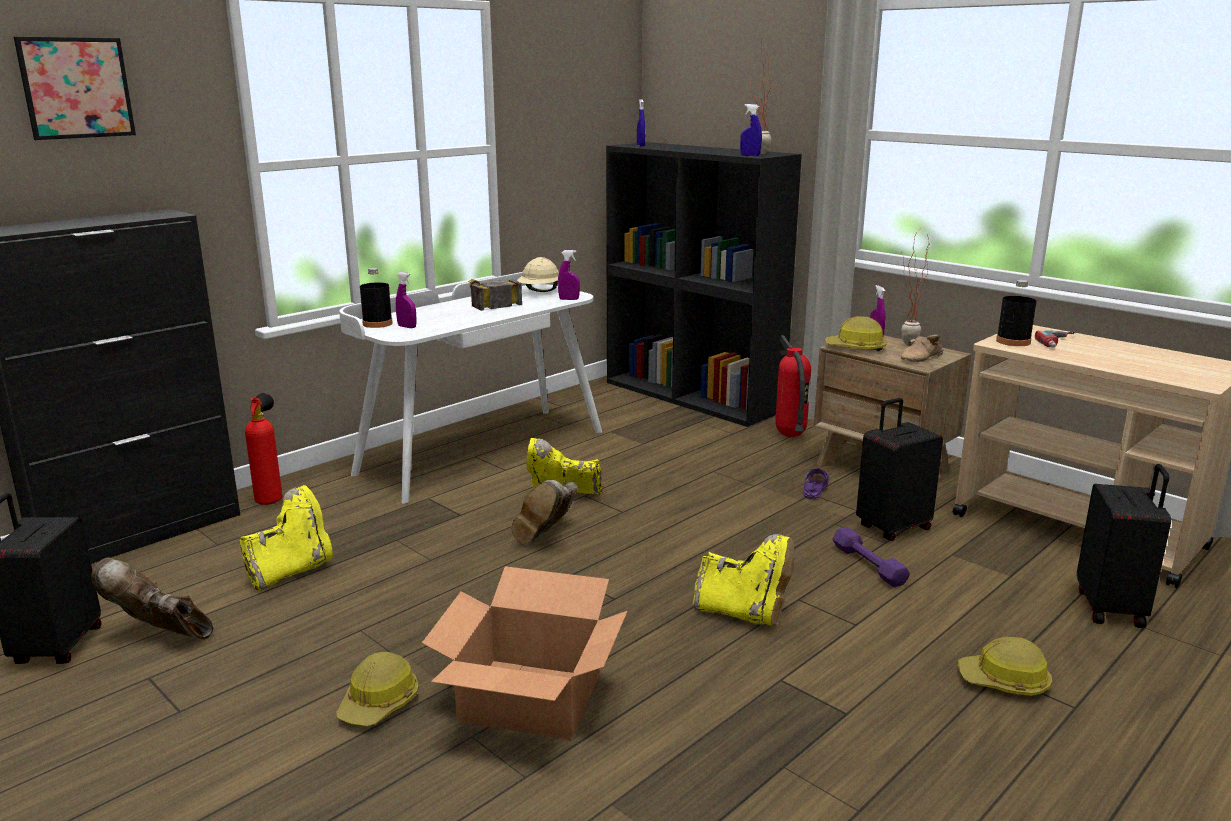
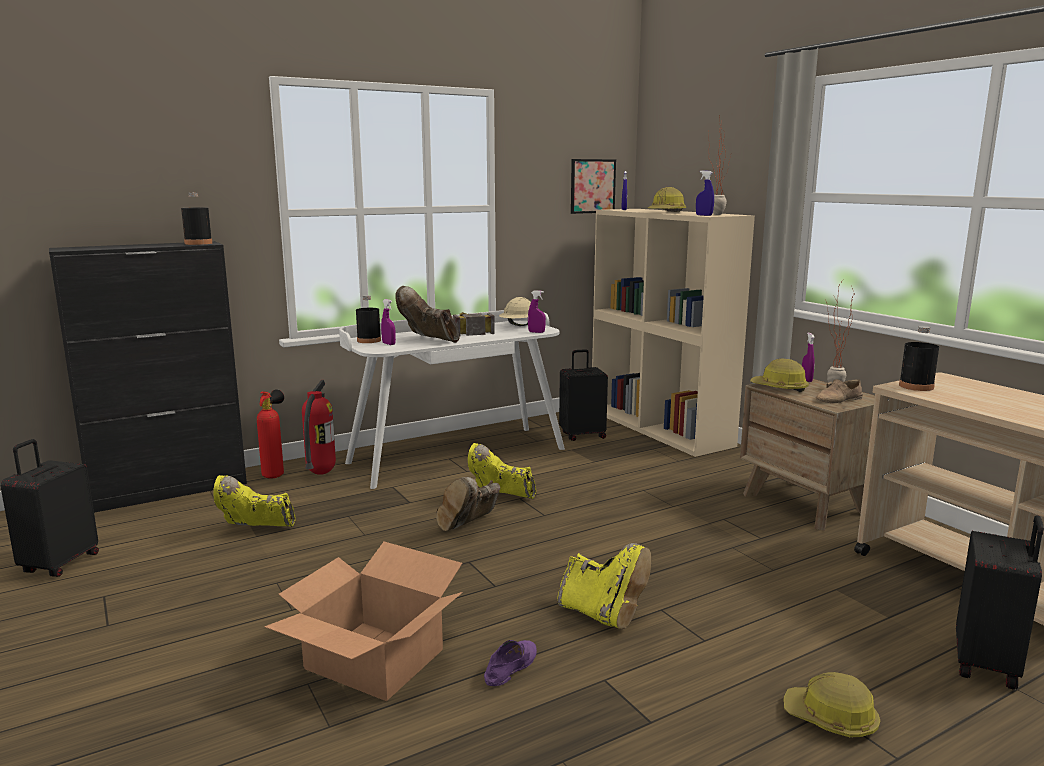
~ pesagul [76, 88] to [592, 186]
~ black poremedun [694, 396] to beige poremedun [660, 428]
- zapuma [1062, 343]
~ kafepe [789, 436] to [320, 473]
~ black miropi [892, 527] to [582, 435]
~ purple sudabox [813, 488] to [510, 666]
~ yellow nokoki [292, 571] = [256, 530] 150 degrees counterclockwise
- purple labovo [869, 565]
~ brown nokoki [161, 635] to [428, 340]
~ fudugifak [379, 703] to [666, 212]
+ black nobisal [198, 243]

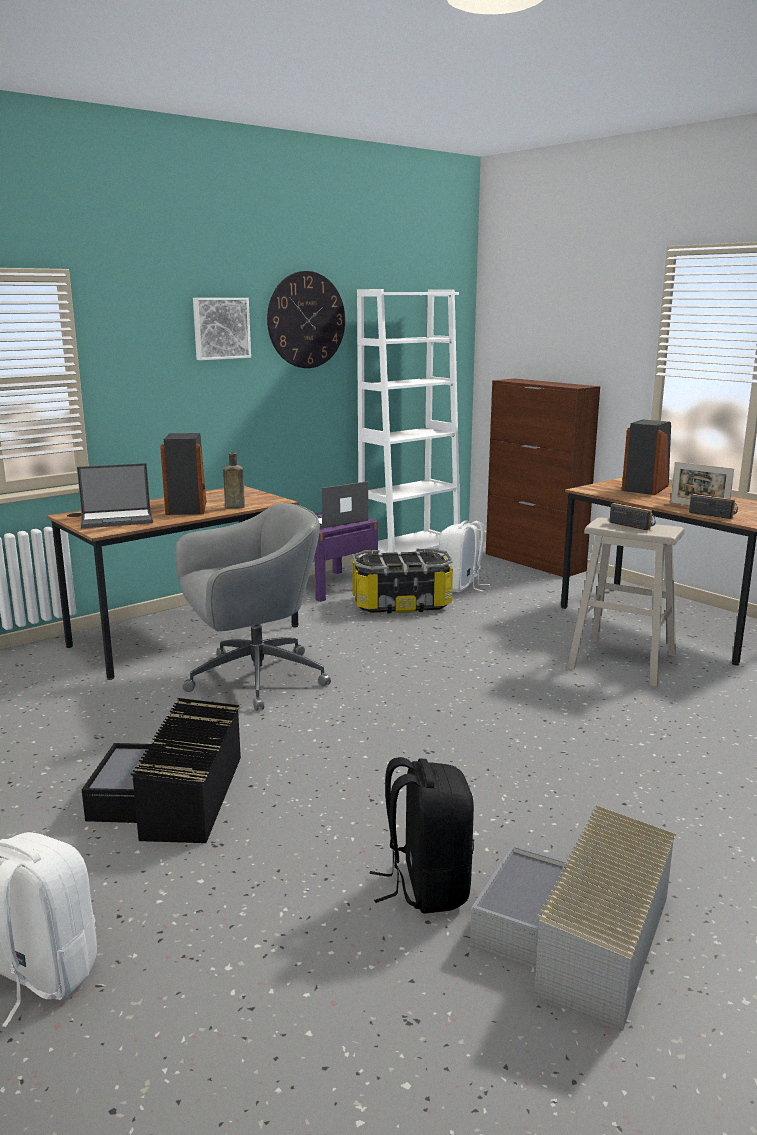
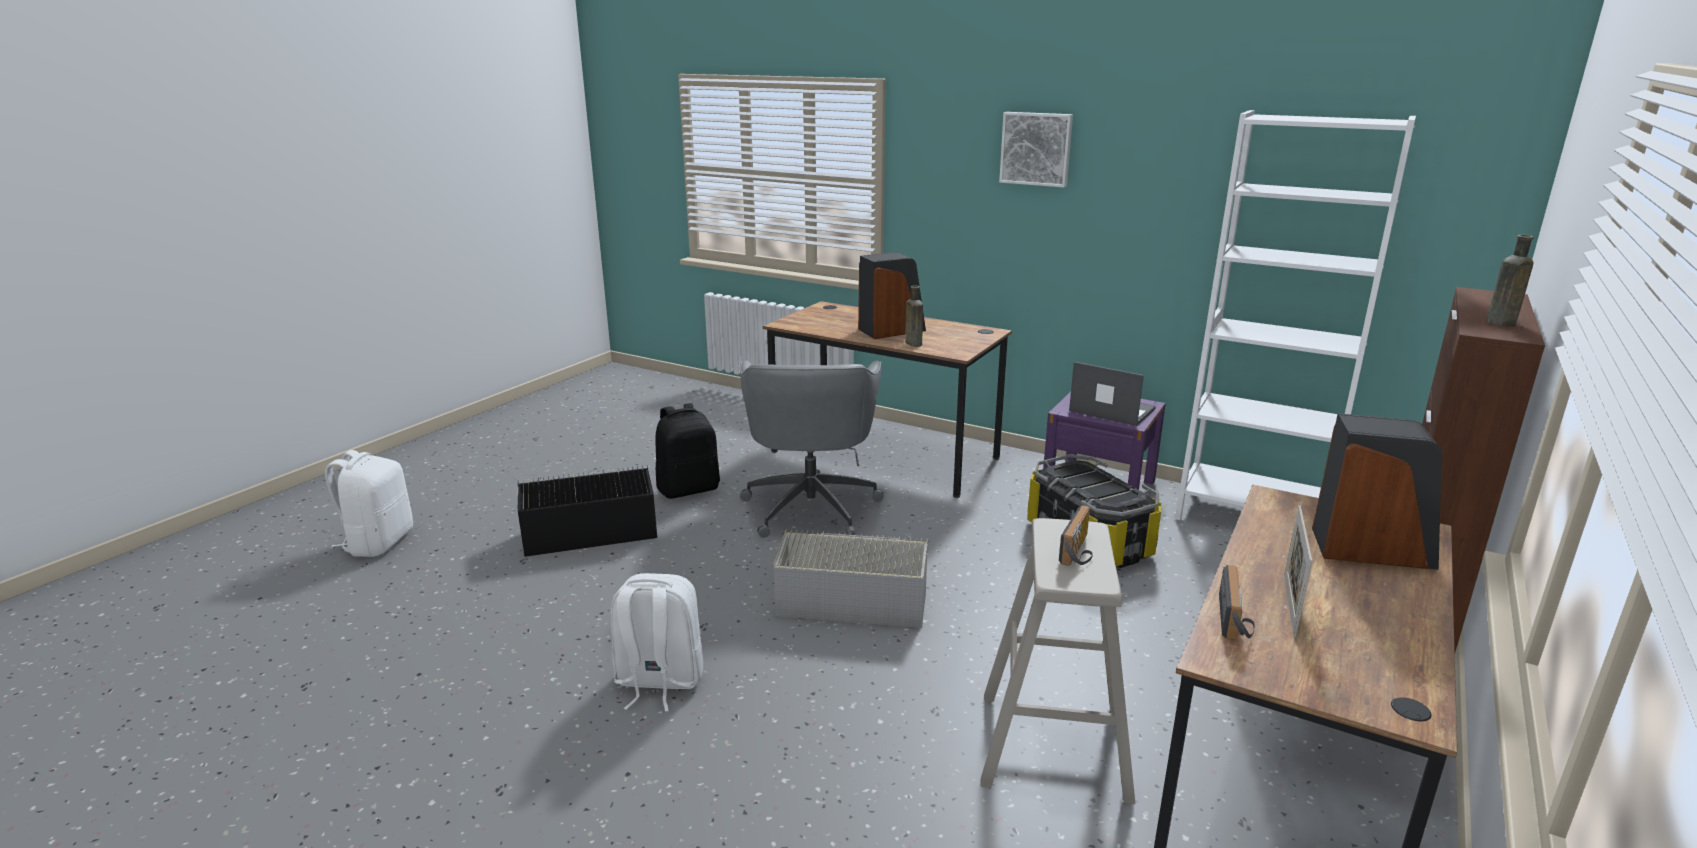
- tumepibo [306, 320]
- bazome [118, 519]
~ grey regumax [253, 679] = [811, 506] 45 degrees clockwise
~ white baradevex [460, 586] to [658, 681]
~ black baradevex [426, 886] to [689, 489]
~ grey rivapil [579, 938] to [851, 595]
+ brown nobisal [1499, 322]

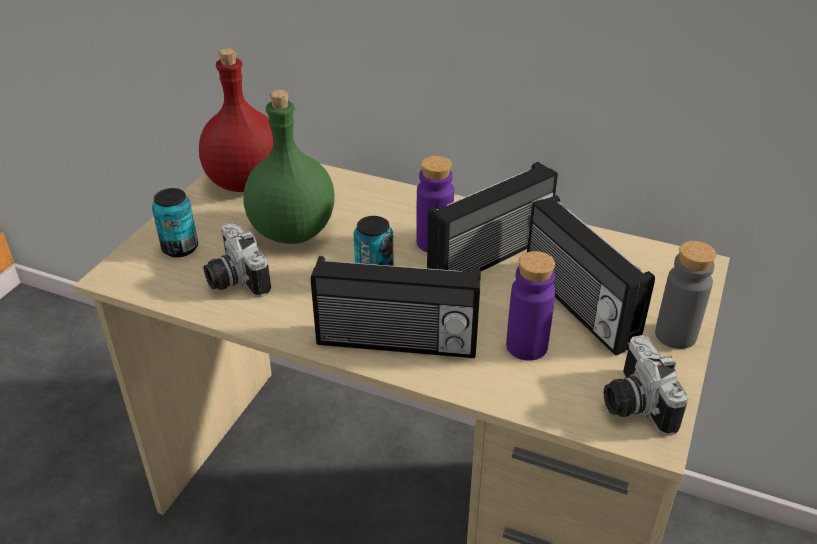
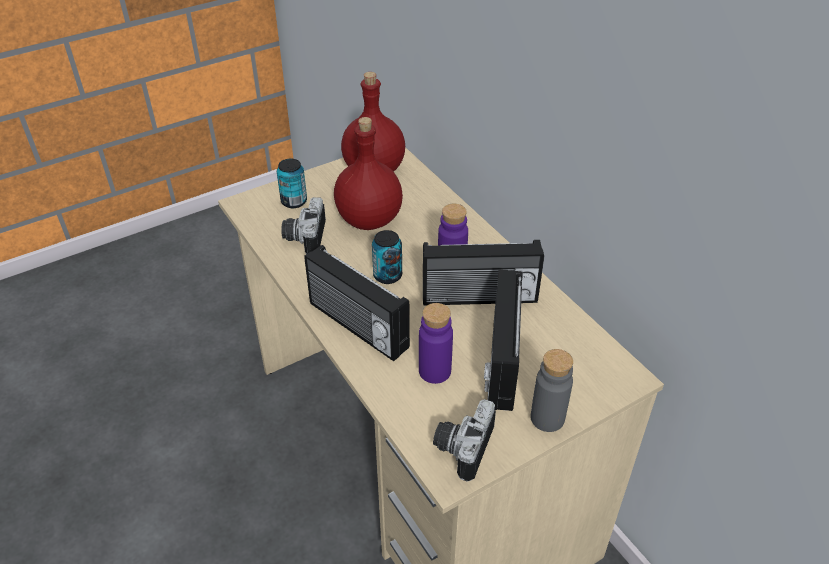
~ green nobisal [294, 231] to red nobisal [370, 219]

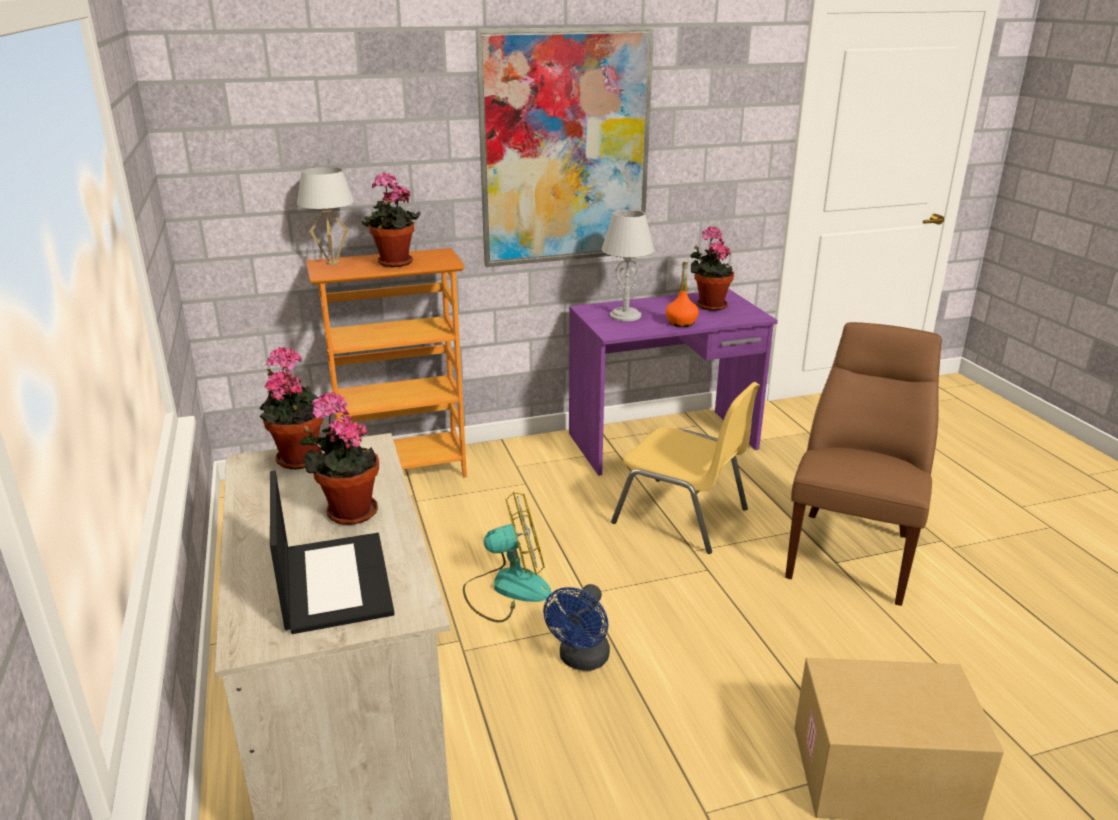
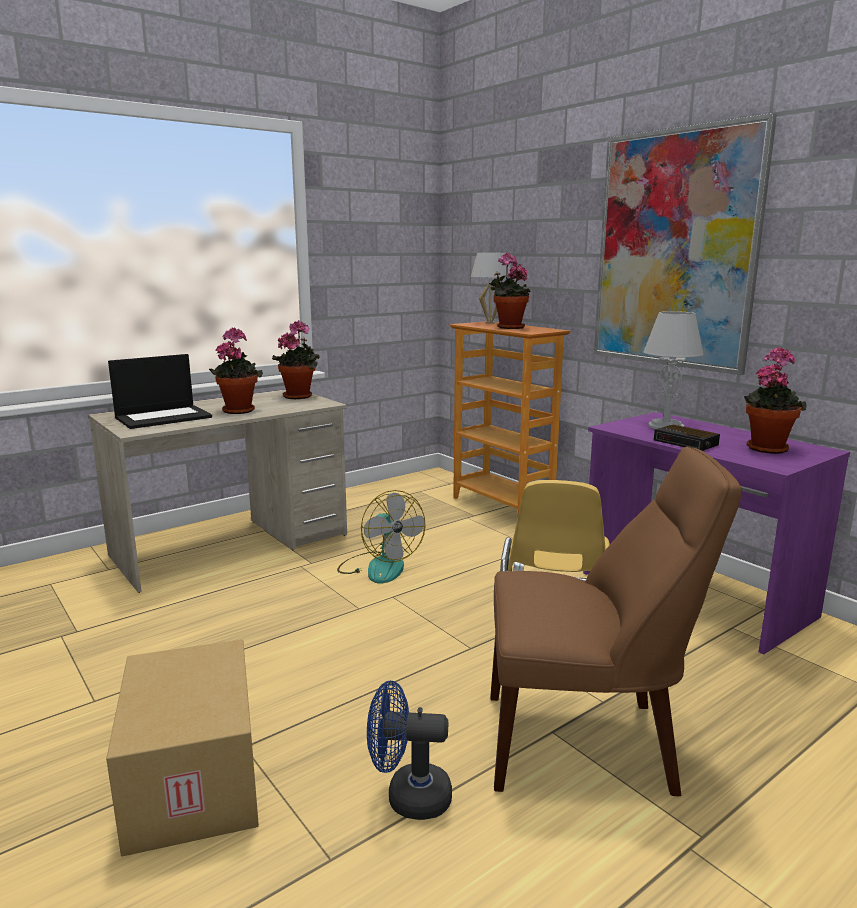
~ orange nobisal [681, 322] to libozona [687, 443]
~ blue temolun [581, 660] to [408, 797]

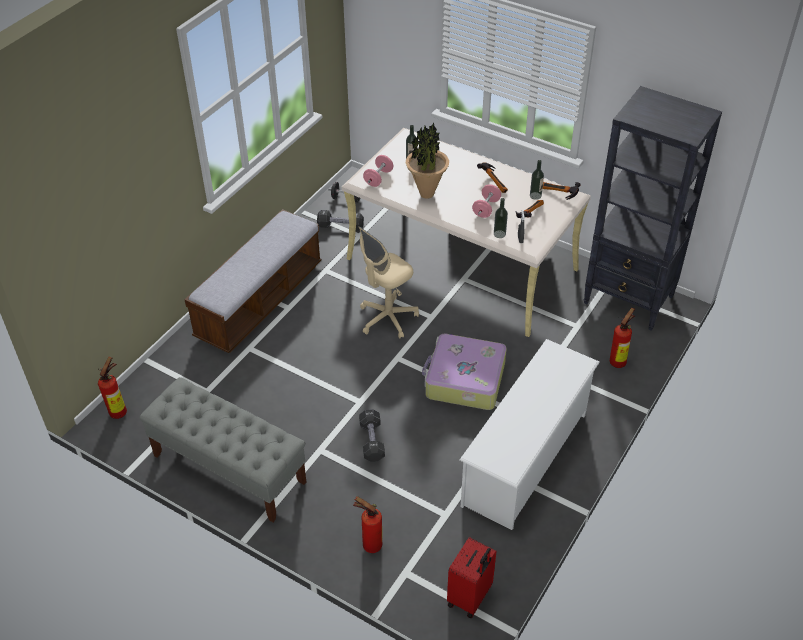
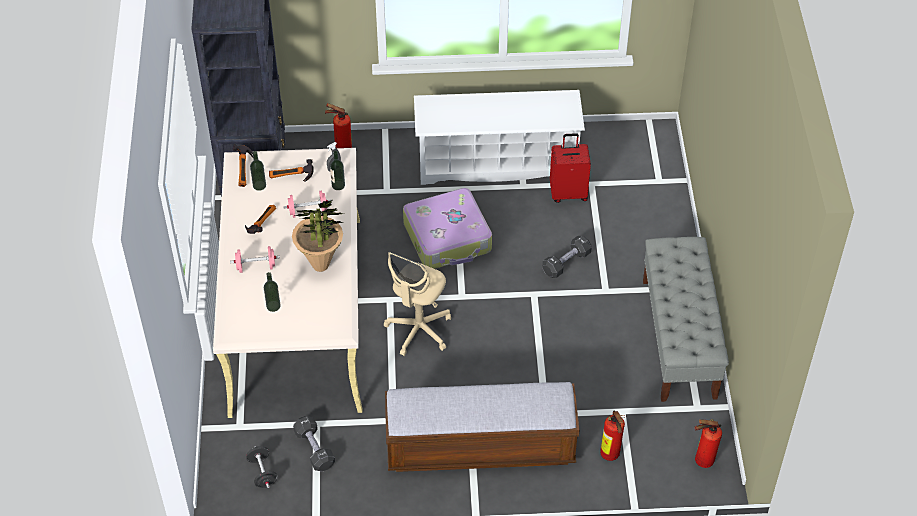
~ pink labovo [378, 178] to [256, 266]
~ beige regumax [387, 318] = [419, 330] 105 degrees clockwise
~ kafepe [369, 544] to [610, 456]
~ red miropi [470, 597] to [568, 192]

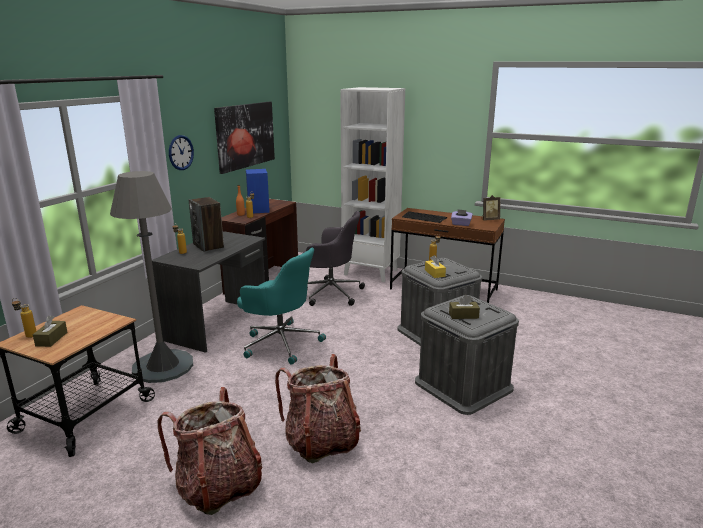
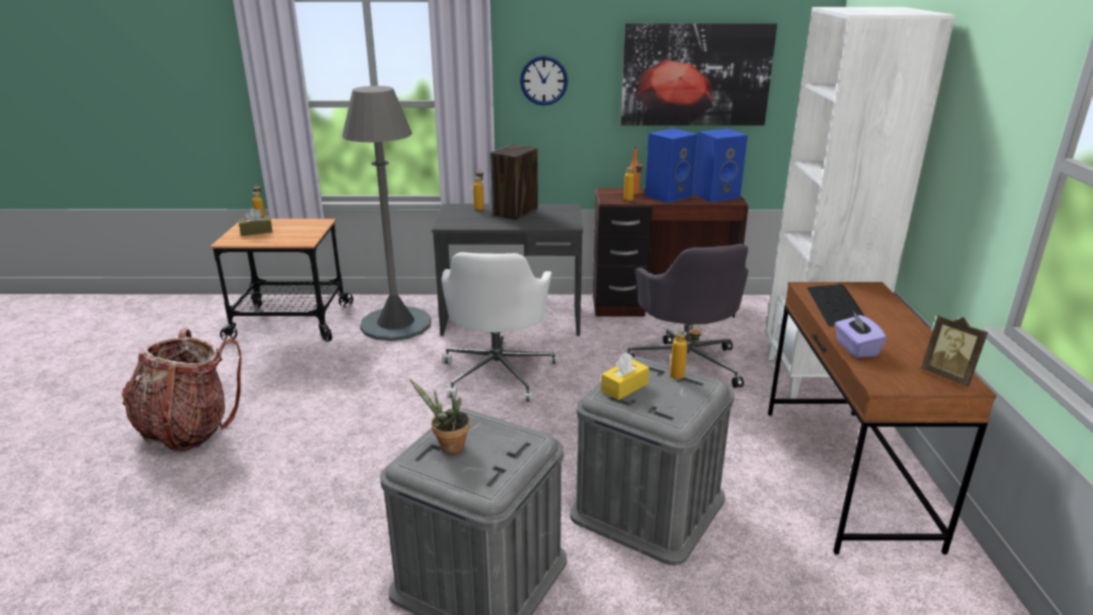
~ turquoise regumax [280, 342] to white regumax [498, 373]
~ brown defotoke [463, 315] to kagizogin [448, 447]
- baradevex [321, 441]
+ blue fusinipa [716, 195]

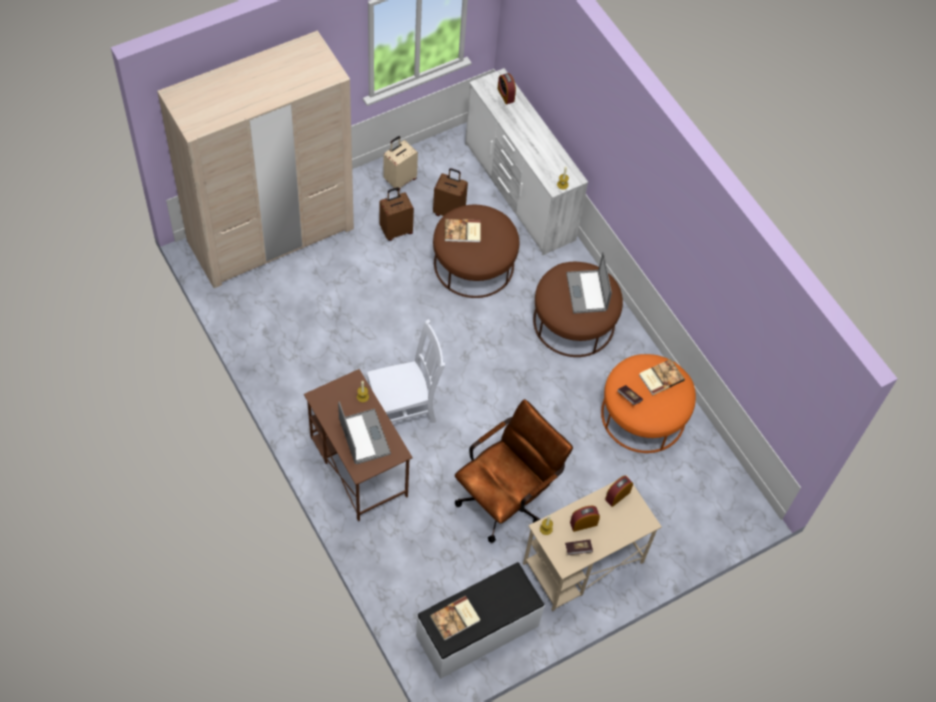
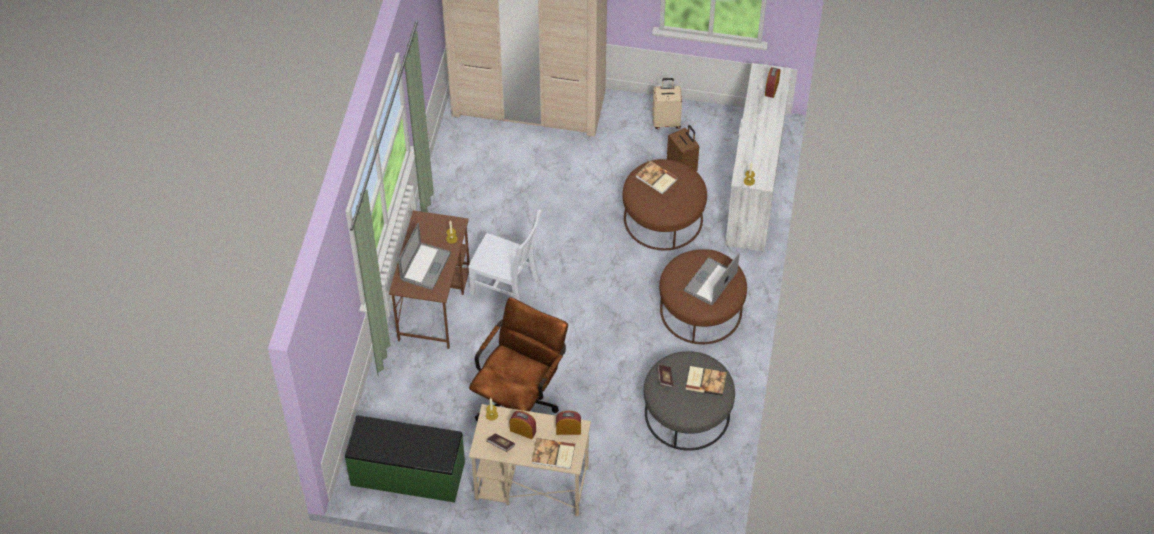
- brown miropi [396, 230]
~ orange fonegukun [643, 415] to grey fonegukun [687, 413]
~ brown regumax [506, 498] = [520, 399] 60 degrees counterclockwise
~ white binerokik [478, 632] to green binerokik [407, 474]
~ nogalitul [455, 619] to [553, 455]

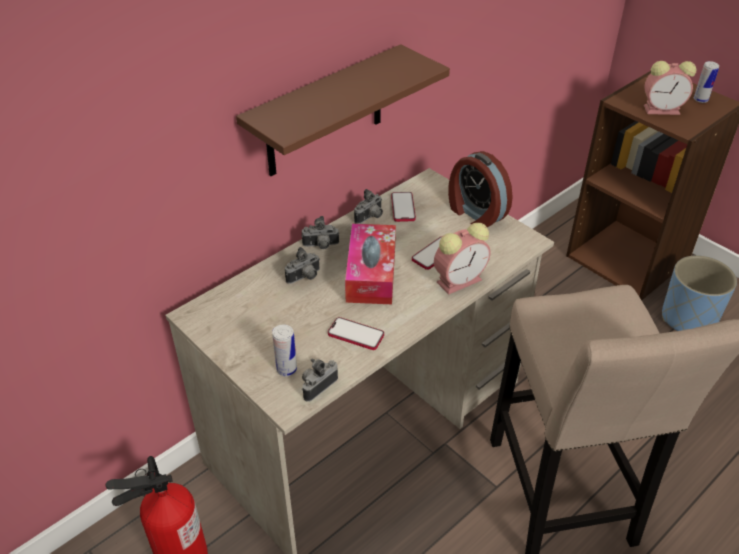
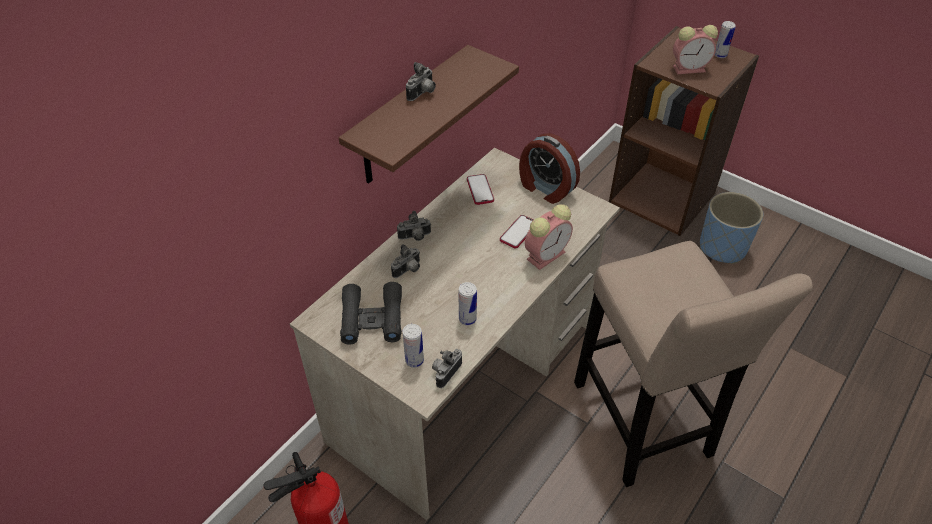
~ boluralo [370, 218] to [423, 93]
- defotoke [371, 273]
~ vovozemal [356, 335] to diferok [467, 319]
+ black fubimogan [372, 318]

